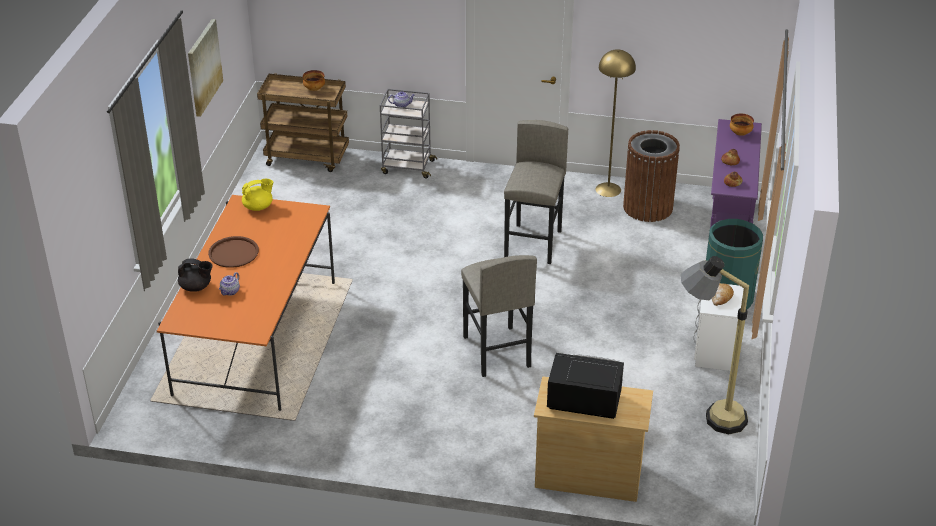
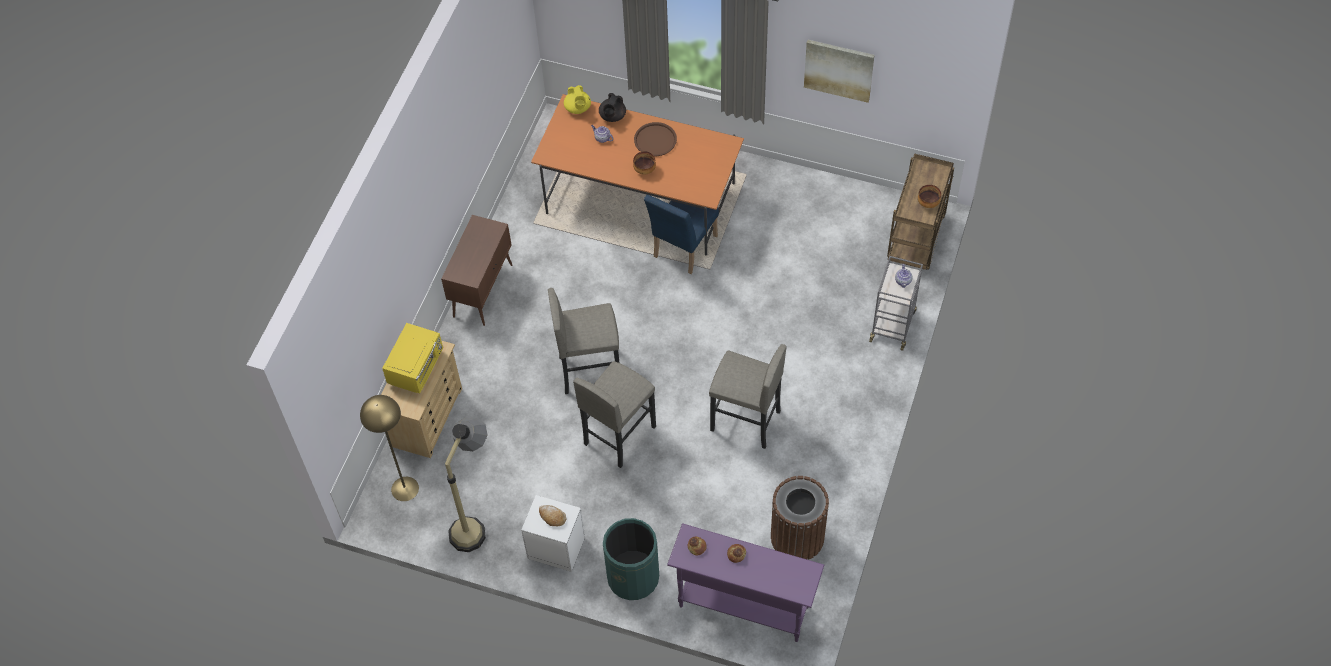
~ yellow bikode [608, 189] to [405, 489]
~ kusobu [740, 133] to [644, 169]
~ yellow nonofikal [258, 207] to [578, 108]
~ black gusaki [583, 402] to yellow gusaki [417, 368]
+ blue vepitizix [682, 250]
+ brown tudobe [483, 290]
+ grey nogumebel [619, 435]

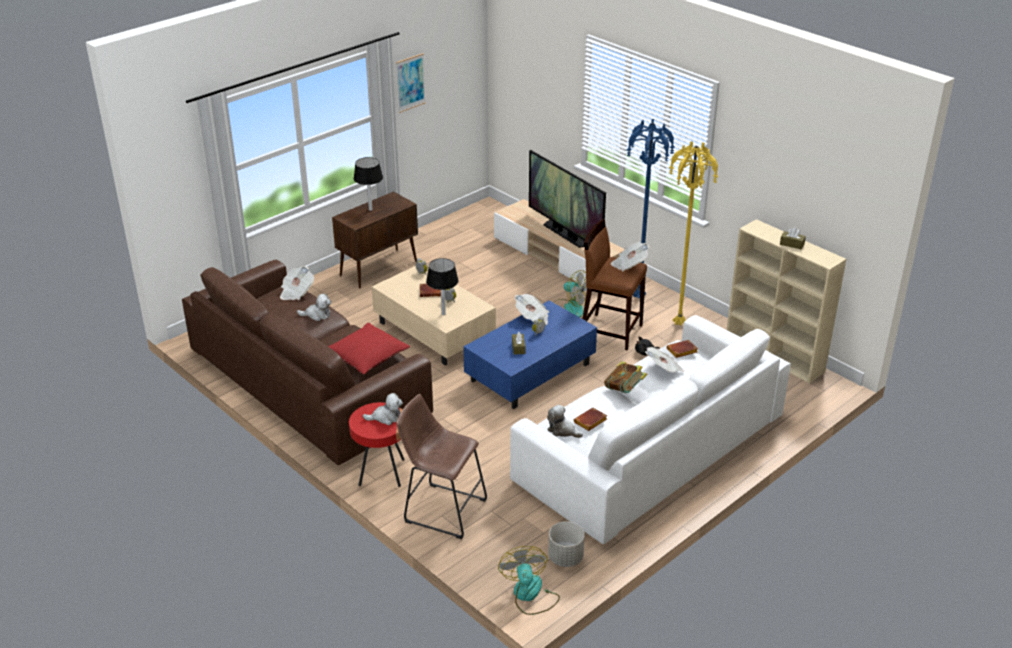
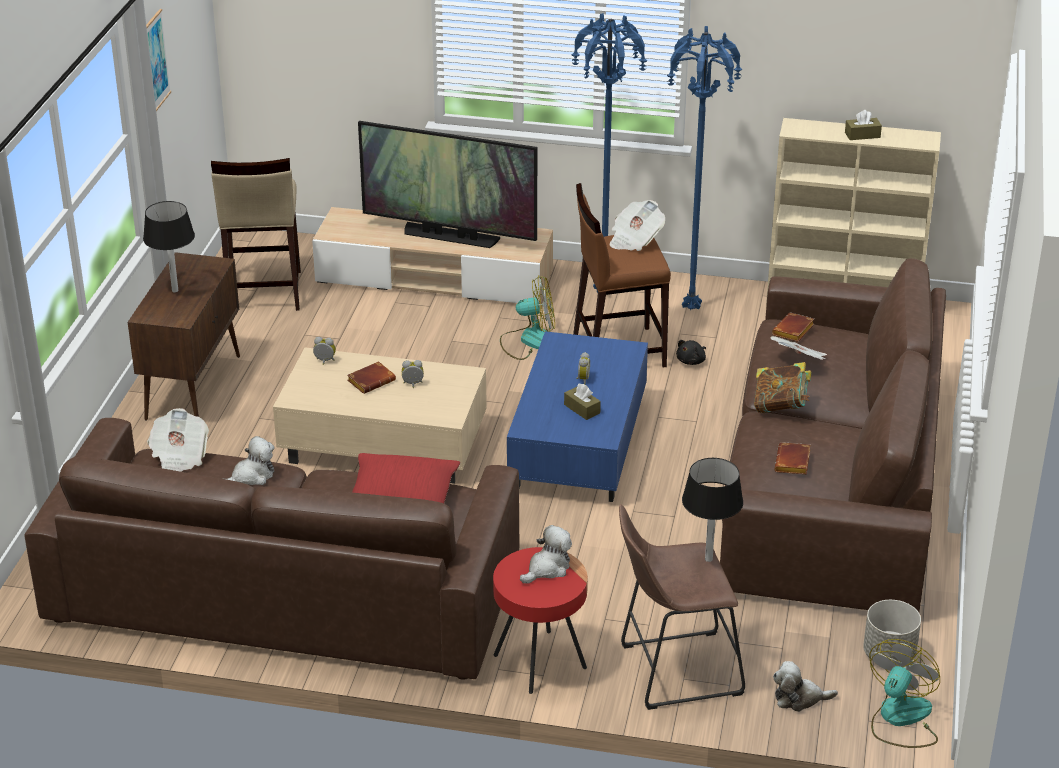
~ yellow bikode [678, 325] to blue bikode [691, 310]
~ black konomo [443, 314] to [709, 559]
- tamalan [532, 317]
~ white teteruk [649, 448] to brown teteruk [831, 478]
~ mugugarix [562, 430] to [799, 698]
~ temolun [530, 595] = [900, 719] 75 degrees clockwise
+ beige nogumebel [263, 292]

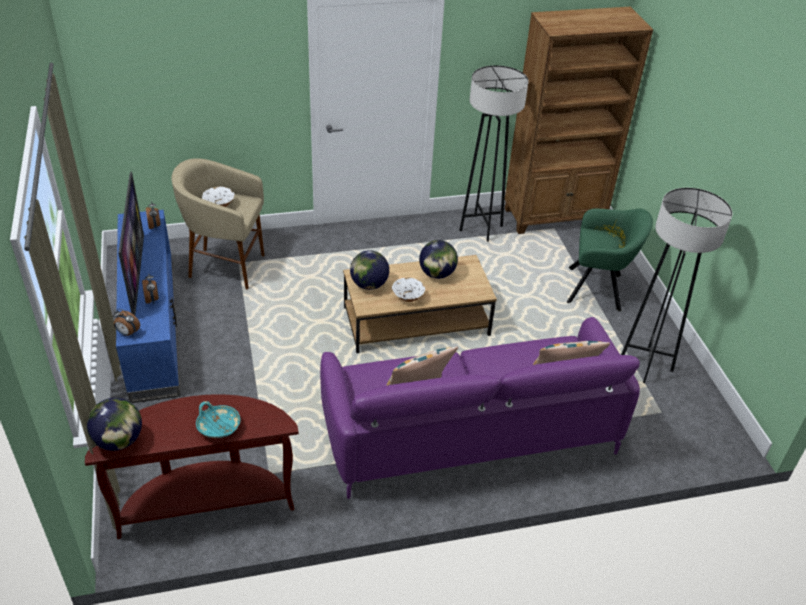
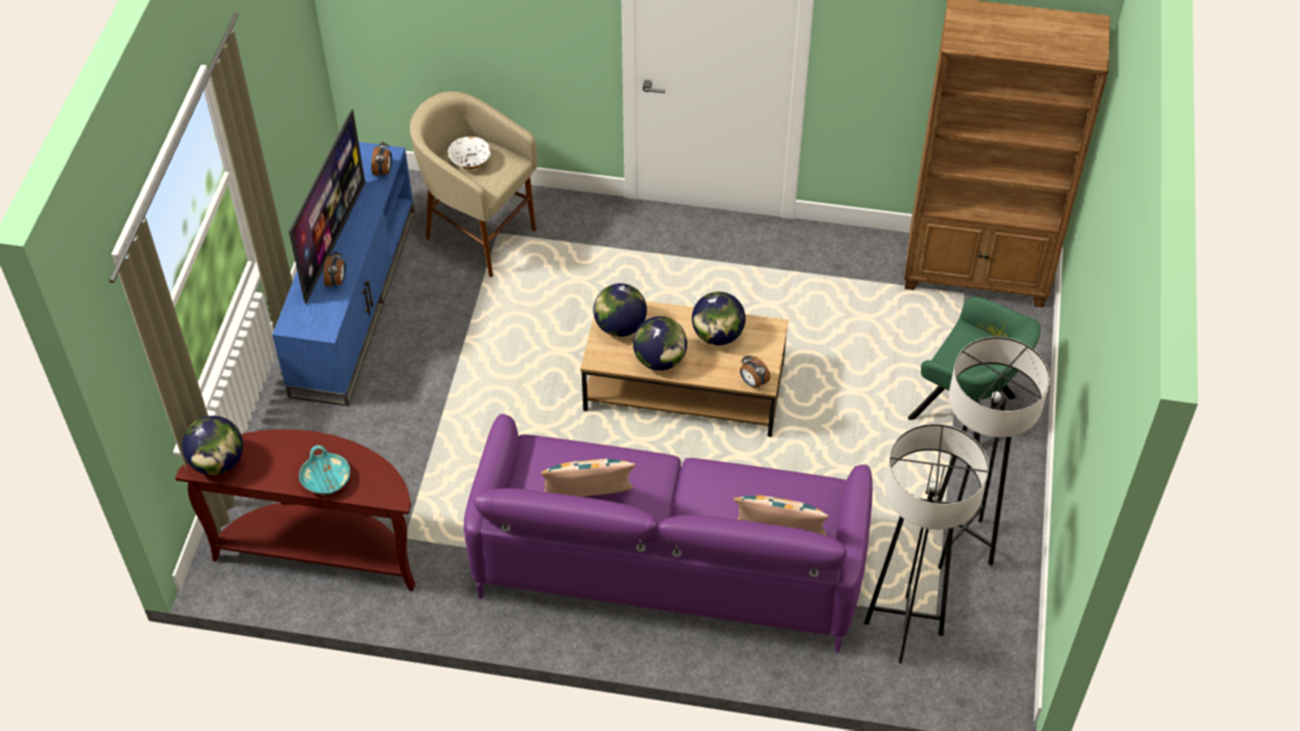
~ grey bikode [481, 228] to [903, 628]
~ white kusobu [408, 297] to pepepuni [660, 360]
~ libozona [127, 333] to [753, 382]

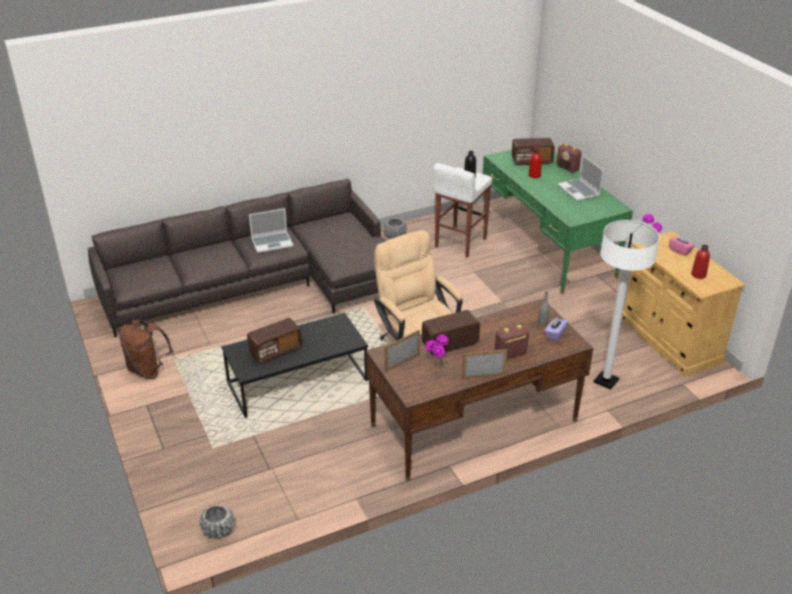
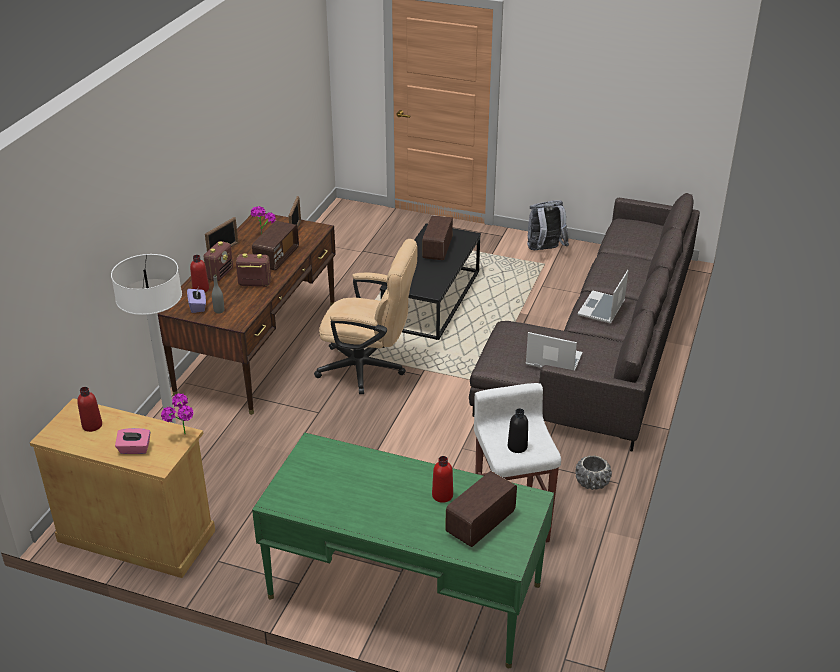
~ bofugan [567, 168] to [254, 283]
~ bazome [579, 191] to [553, 360]
~ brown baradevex [148, 370] to grey baradevex [544, 250]
- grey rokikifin [218, 530]
+ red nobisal [200, 289]

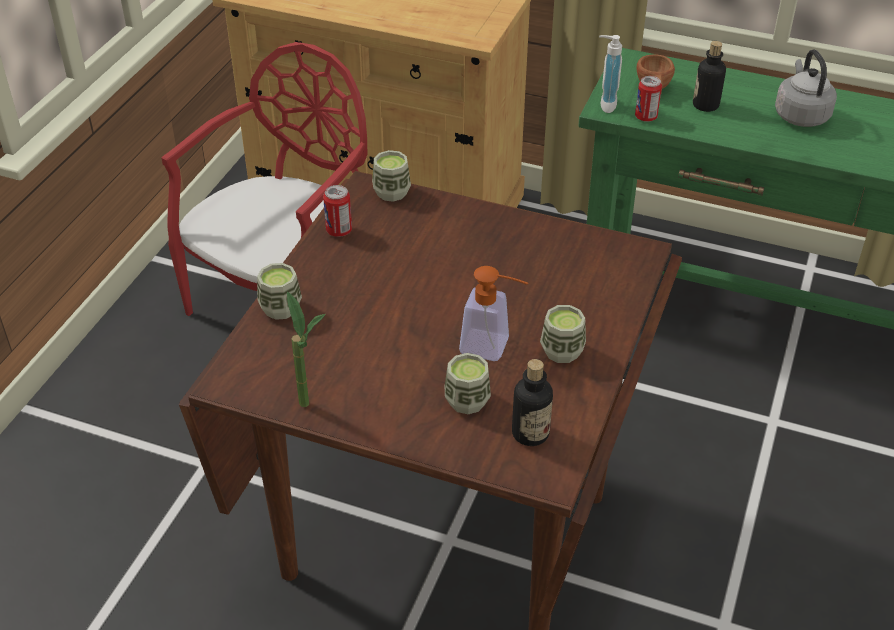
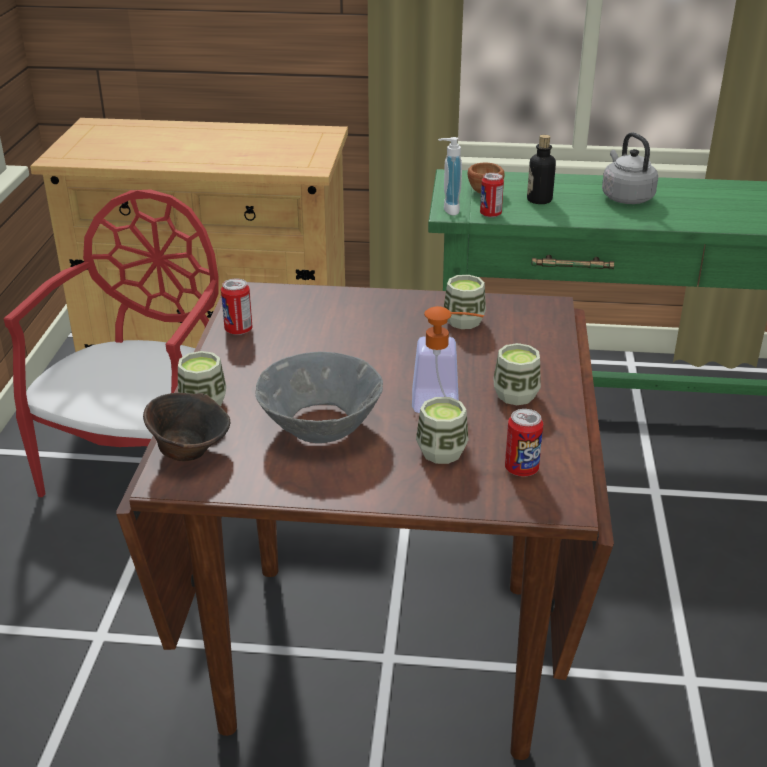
~ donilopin [391, 192] to [464, 321]
- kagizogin [312, 408]
~ nobisal [530, 433] to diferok [521, 469]
+ grey kusobu [319, 425]
+ brown kusobu [190, 451]

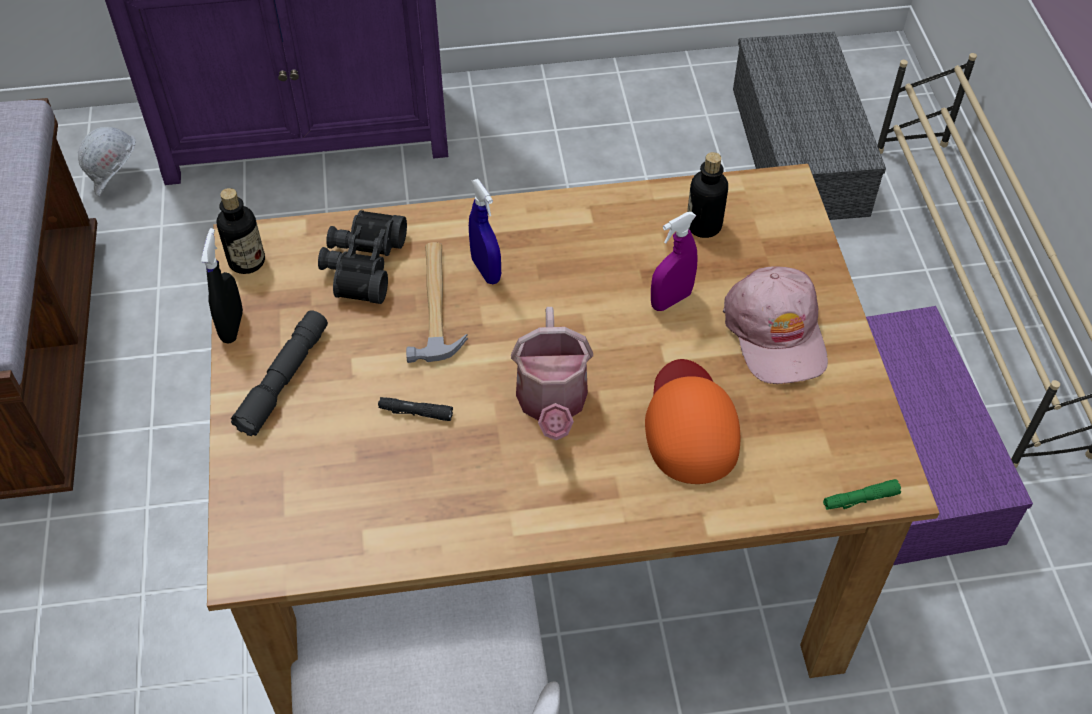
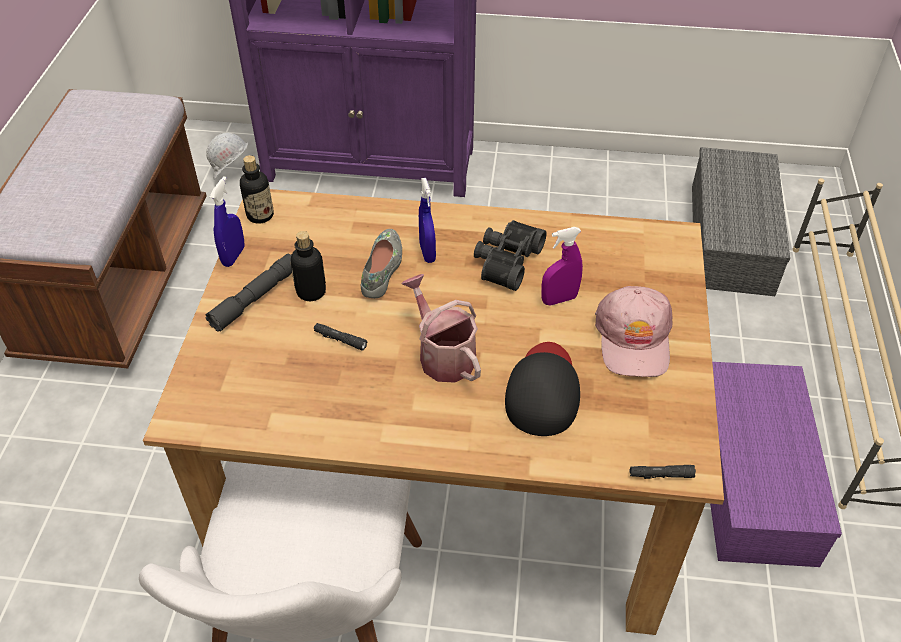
~ nobisal [703, 226] to [311, 292]
~ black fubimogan [361, 265] to [505, 261]
~ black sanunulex [232, 326] to blue sanunulex [233, 256]
~ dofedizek [436, 304] to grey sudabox [383, 269]
~ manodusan [552, 404] = [443, 354] 135 degrees clockwise
~ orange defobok [690, 424] to black defobok [543, 391]
~ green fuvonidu [860, 499] to black fuvonidu [661, 475]

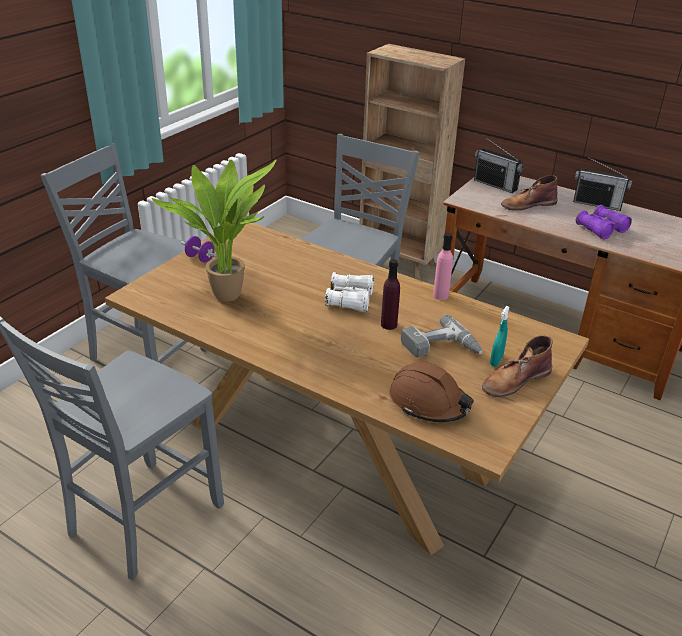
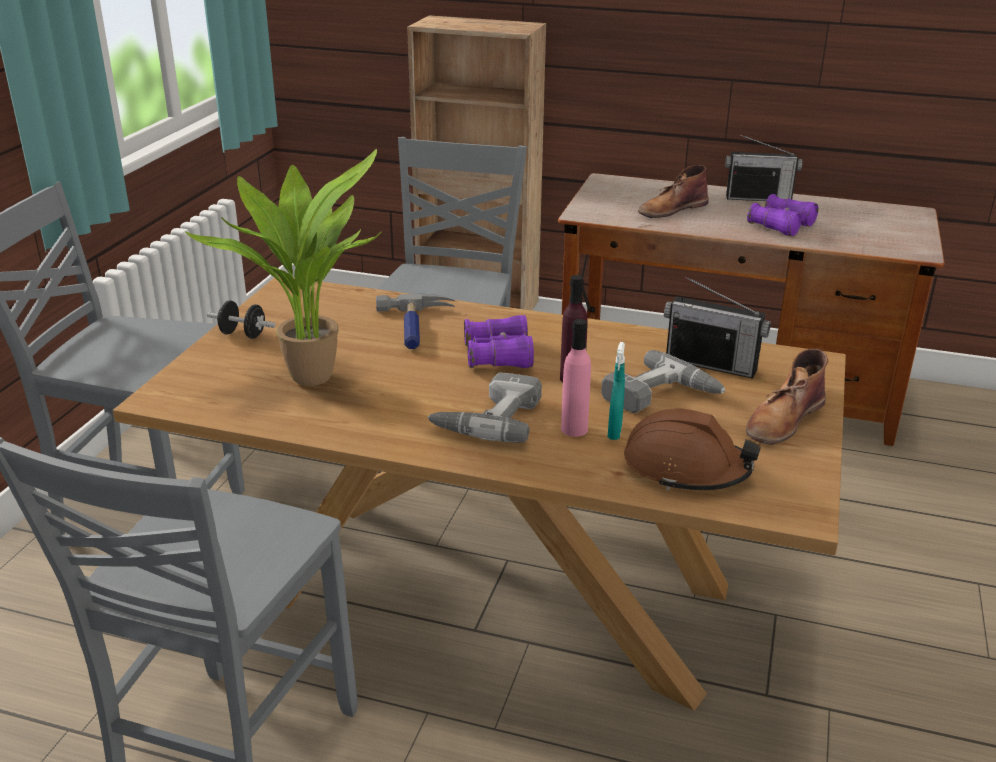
~ bofugan [495, 185] to [711, 364]
~ pink nobisal [440, 295] to [574, 429]
~ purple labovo [200, 258] to black labovo [243, 334]
~ white fubimogan [350, 300] to purple fubimogan [498, 356]
~ turquoise sanunulex [496, 361] to [614, 432]
+ dofedizek [416, 328]
+ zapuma [488, 418]

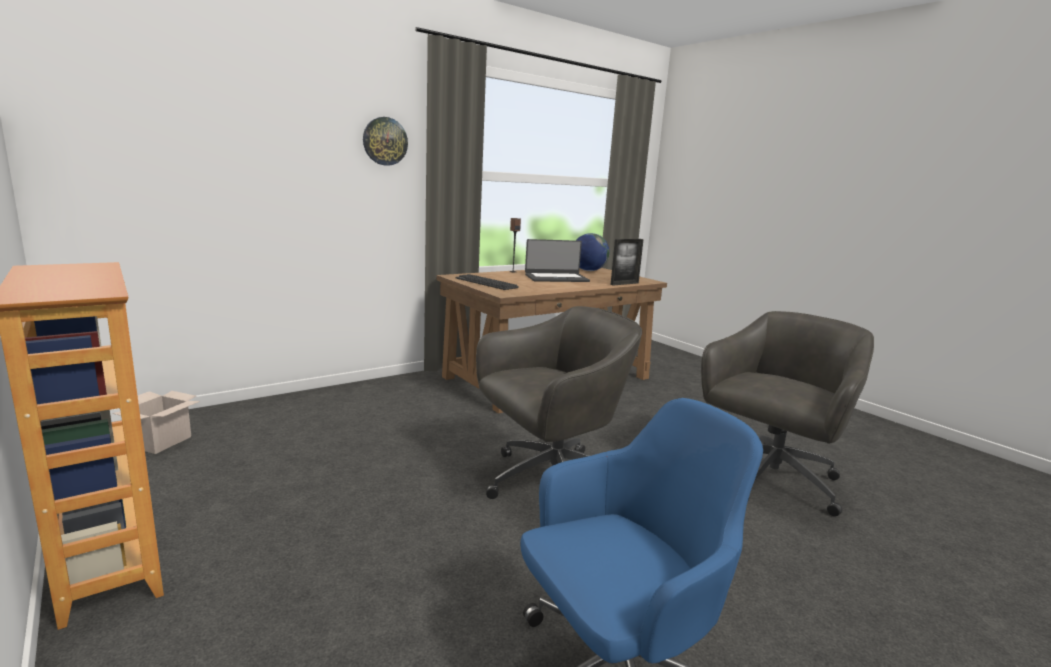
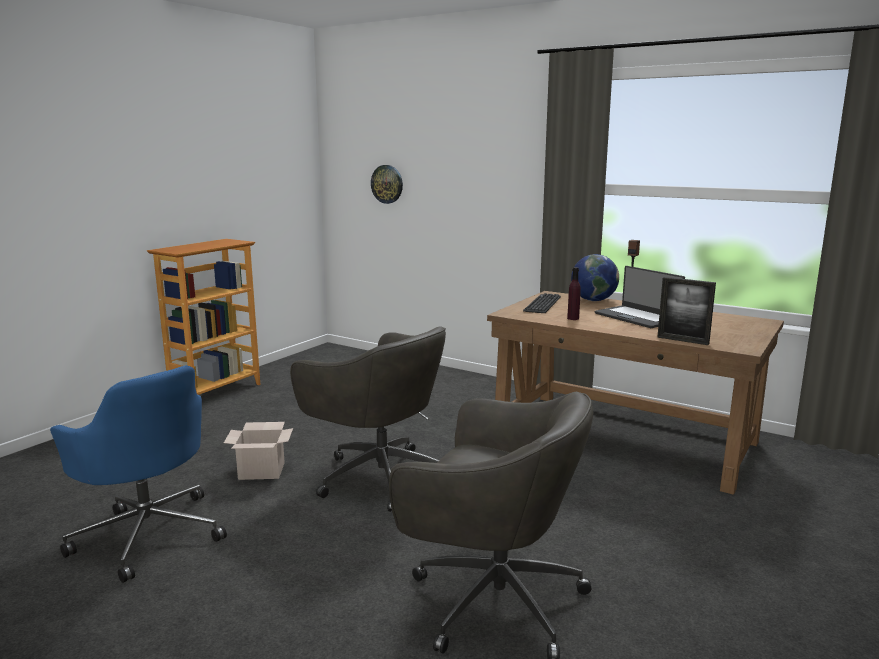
~ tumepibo [385, 141] to [387, 184]
~ pepepuni [588, 270] to [593, 300]
~ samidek [161, 441] to [263, 471]
+ purple nobisal [573, 318]

